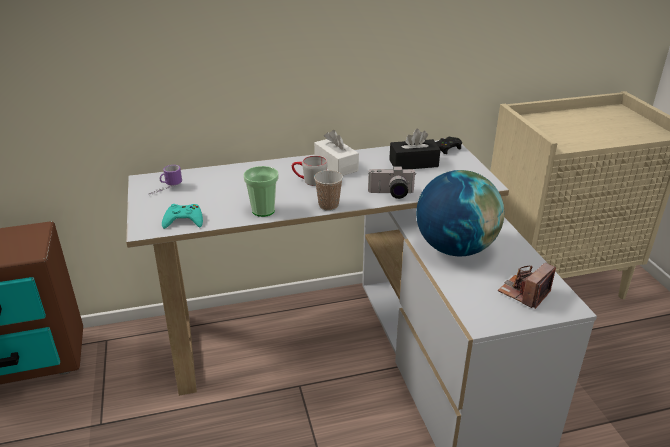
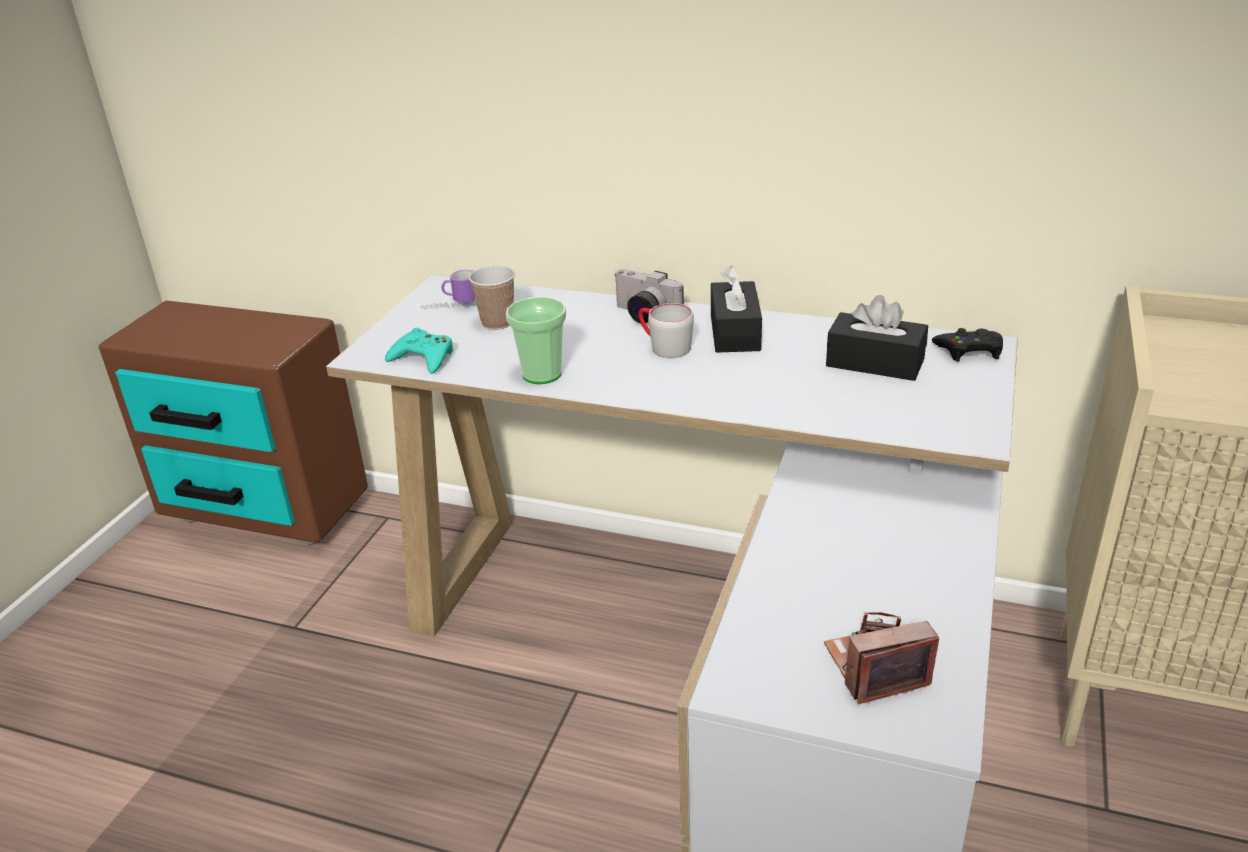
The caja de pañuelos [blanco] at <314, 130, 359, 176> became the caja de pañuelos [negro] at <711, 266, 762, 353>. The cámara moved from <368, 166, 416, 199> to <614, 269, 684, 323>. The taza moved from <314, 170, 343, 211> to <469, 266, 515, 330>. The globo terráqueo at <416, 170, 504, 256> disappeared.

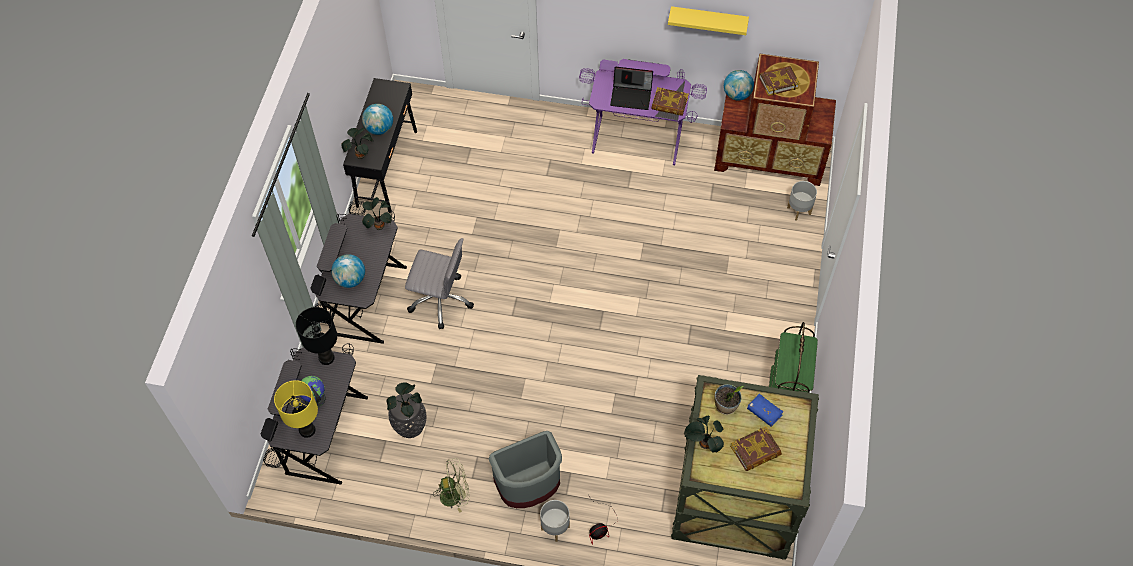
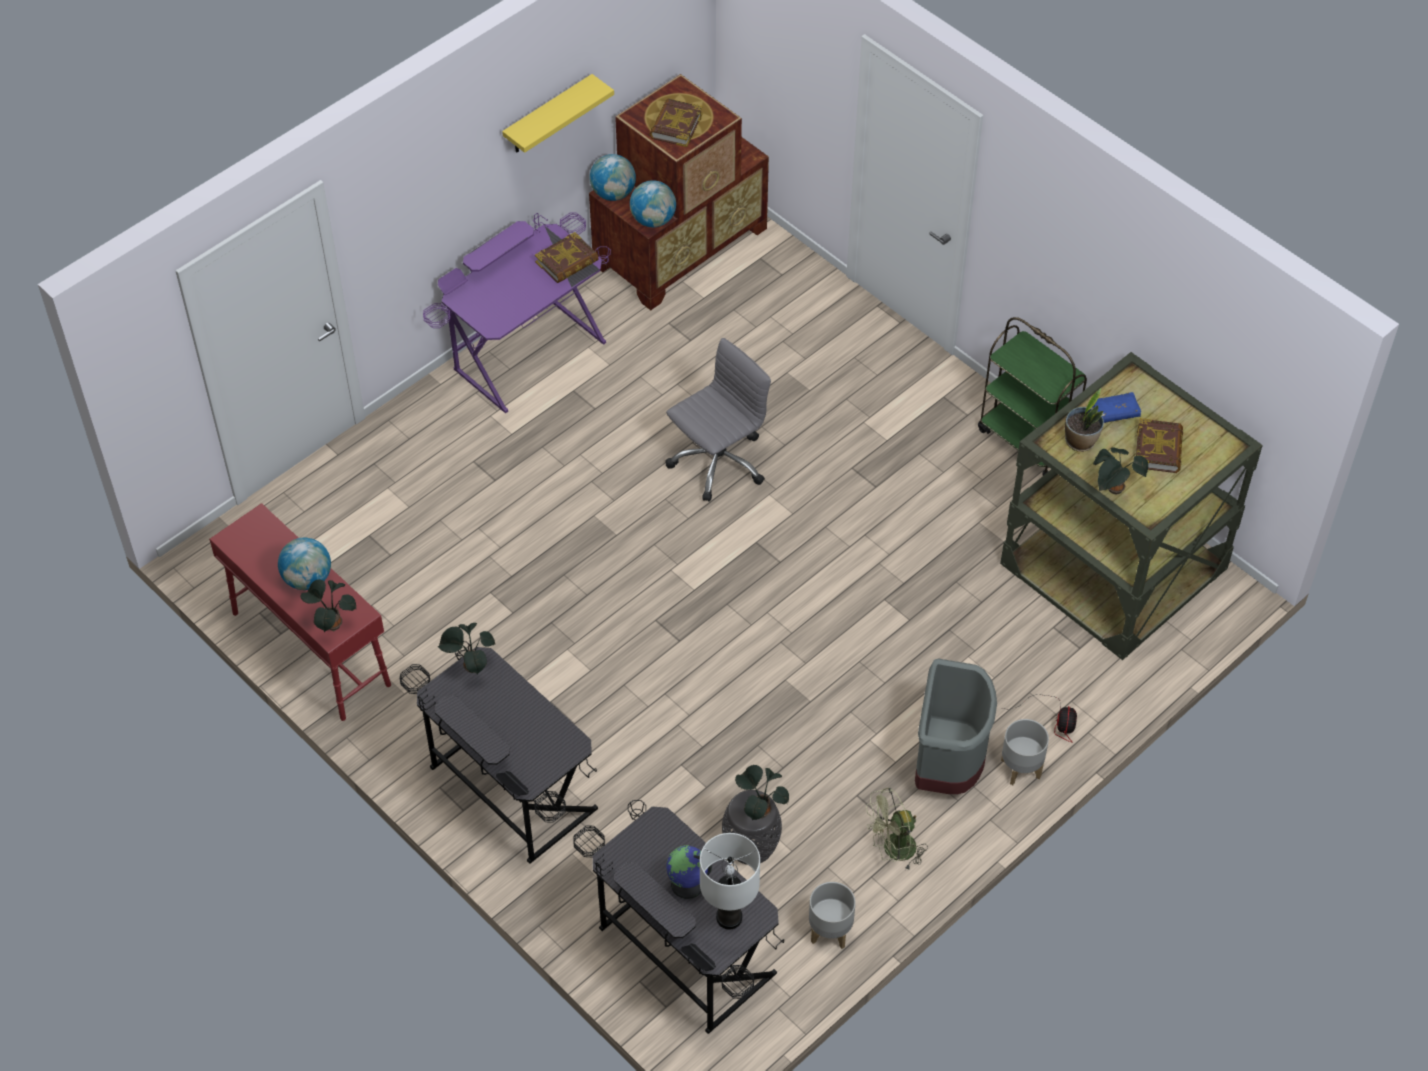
The portátil at <610, 67, 653, 110> disappeared. The mesa consola [negro] at <343, 78, 417, 213> became the mesa consola [rojo] at <209, 503, 391, 721>. The maceta [gris] moved from <787, 181, 817, 221> to <809, 882, 856, 949>. The silla de oficina [gris] moved from <405, 238, 474, 329> to <665, 338, 771, 502>. The globo terráqueo moved from <331, 254, 365, 288> to <630, 180, 676, 227>. The lámpara de mesa [negro] at <296, 307, 337, 365> disappeared. The lámpara de mesa [amarillo] at <274, 380, 318, 438> became the lámpara de mesa [blanco] at <700, 833, 760, 929>. The ventilador [verde] at <433, 458, 469, 513> turned 135 degrees counterclockwise.

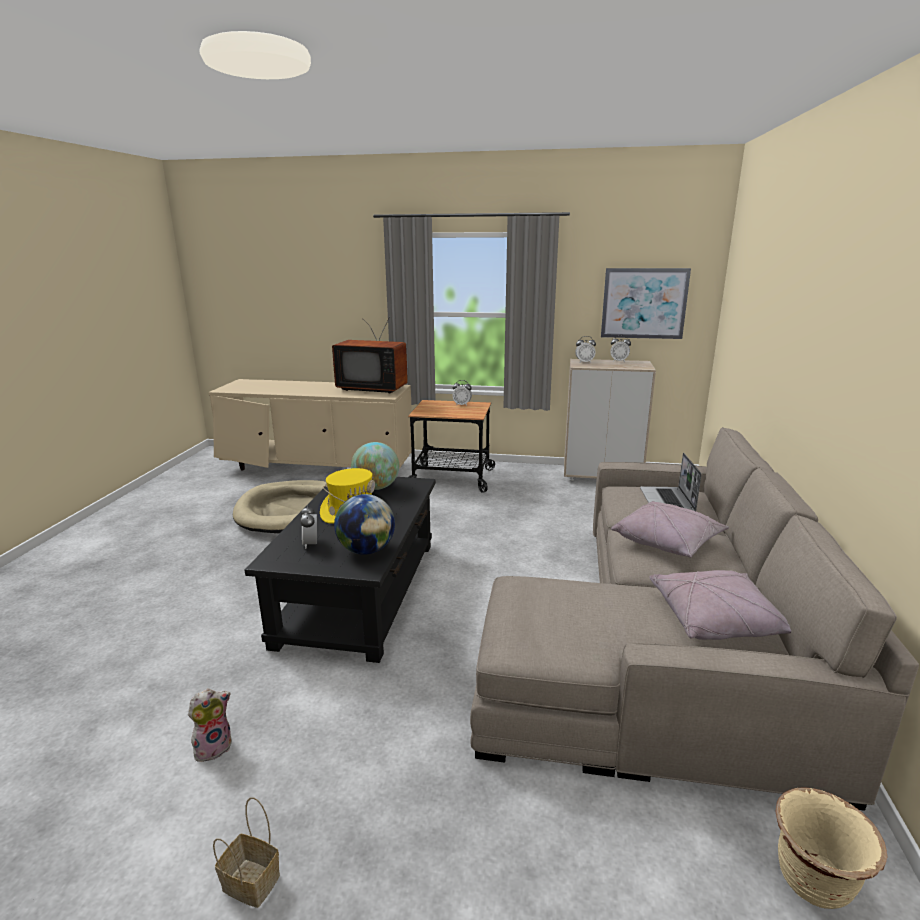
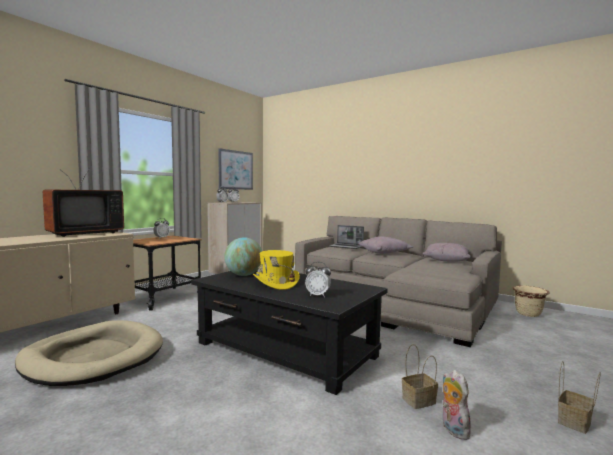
The globo terráqueo at <334, 494, 395, 555> disappeared. The cesta at <402, 344, 438, 409> appeared.

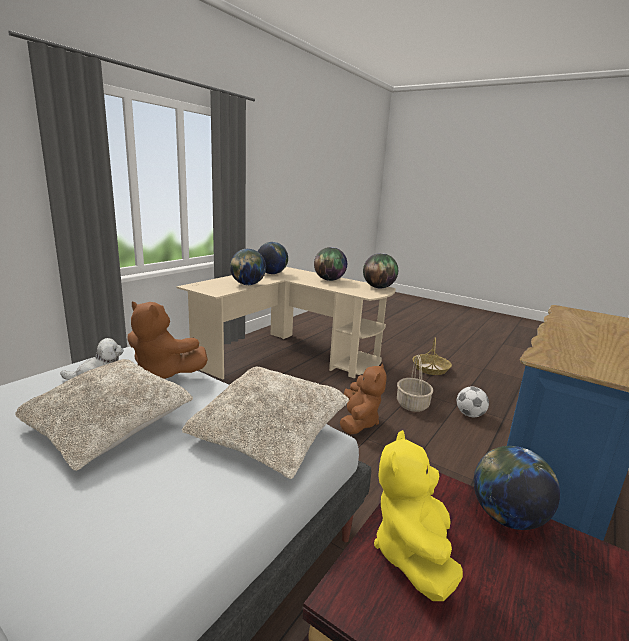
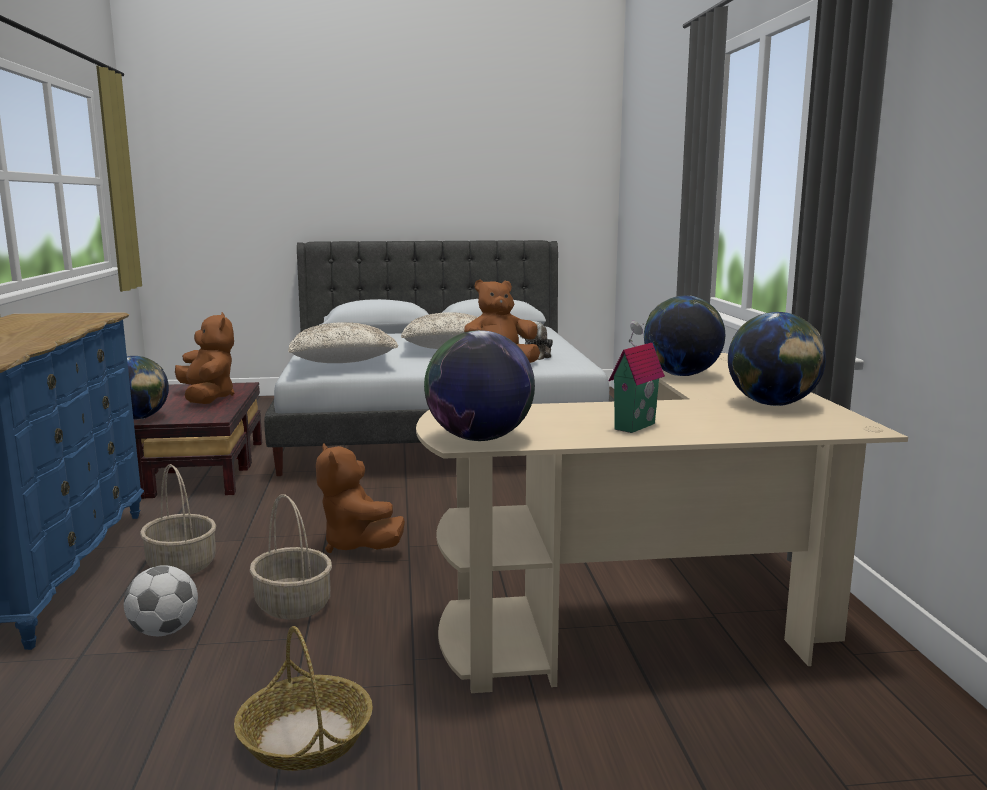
The globo terráqueo at <314, 247, 347, 281> was replaced by the casita at <608, 321, 665, 433>. The peluche [amarillo] at <374, 430, 463, 601> became the peluche [marrón] at <175, 312, 234, 404>. The cesta at <140, 464, 216, 575> appeared.

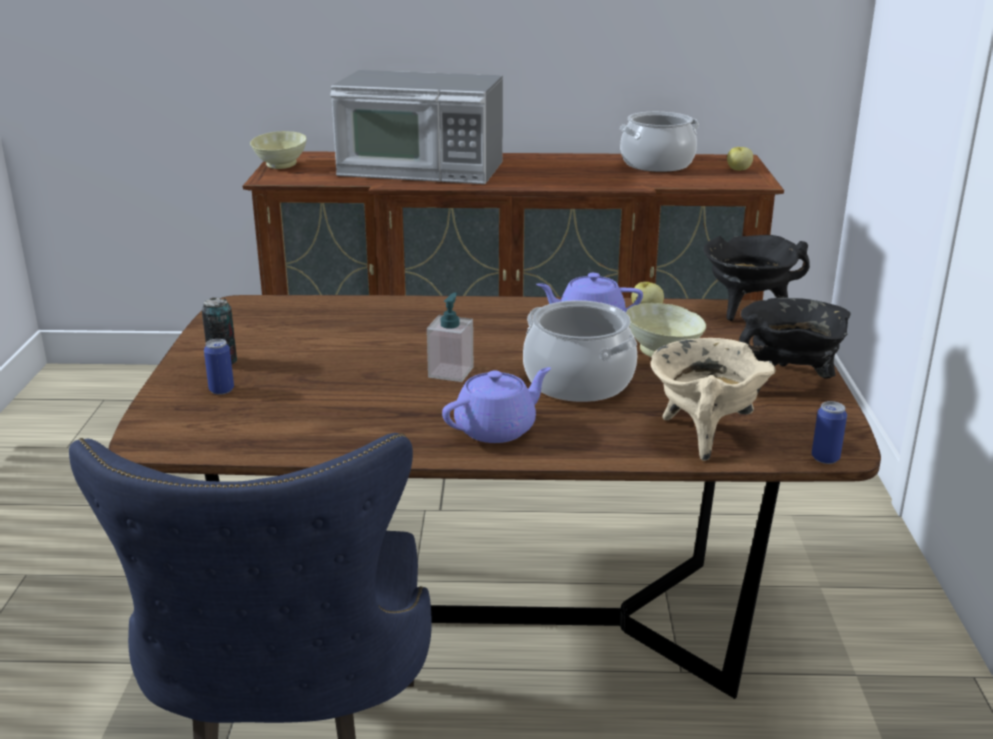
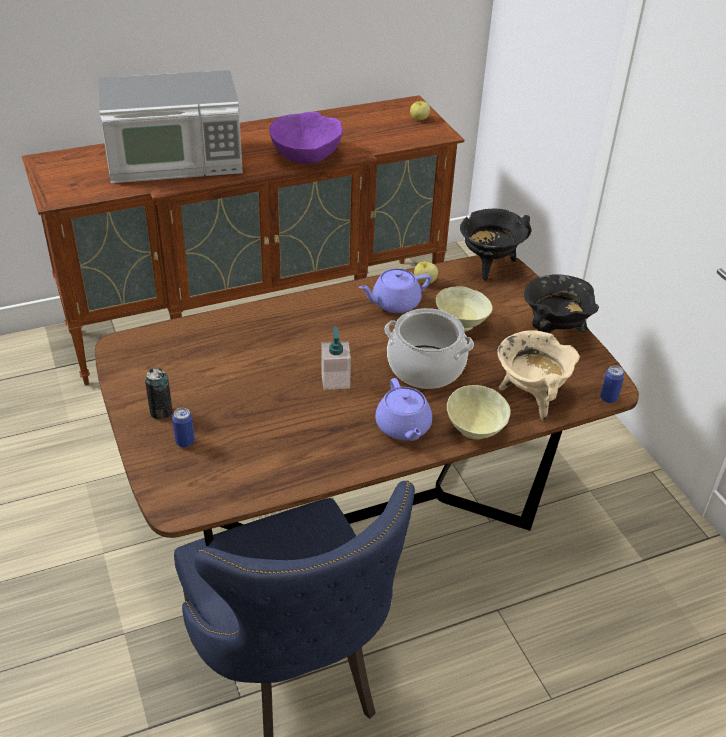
The olla at <620, 112, 699, 172> disappeared. The cuenco [beis] moved from <250, 131, 307, 169> to <447, 385, 511, 440>. The tetera [morado] at <442, 367, 551, 443> turned 135 degrees clockwise. The cuenco [morado] at <270, 112, 343, 163> appeared.

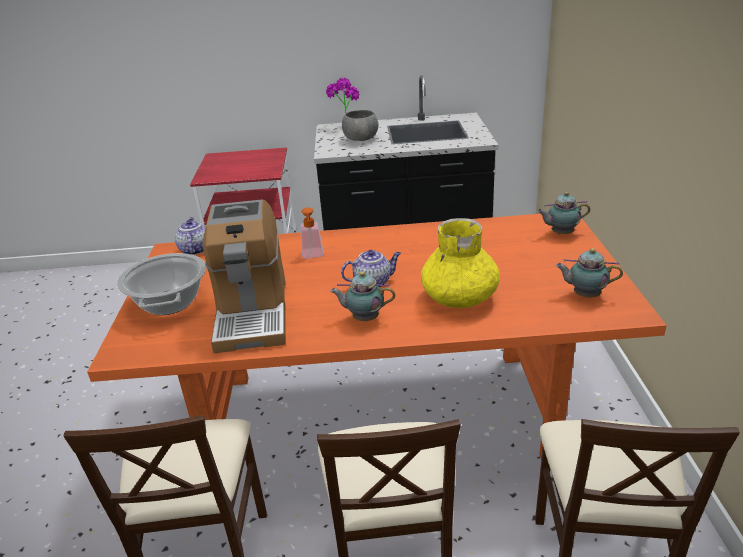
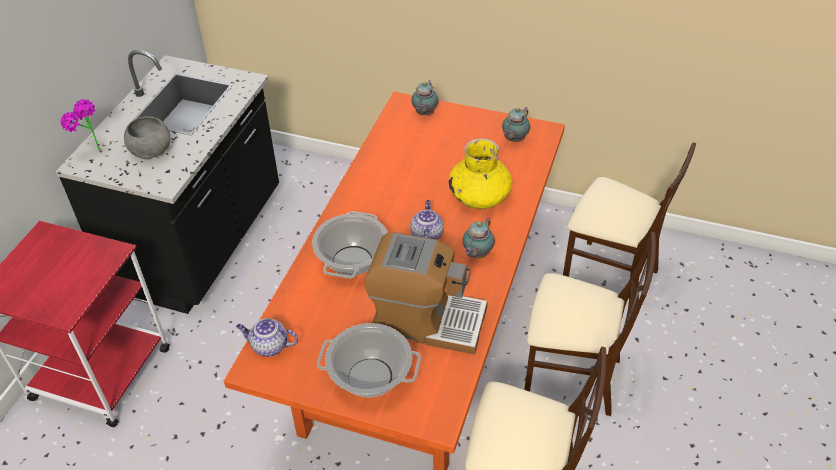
The dispensador de jabón at <300, 208, 324, 259> was replaced by the olla at <312, 211, 388, 278>.

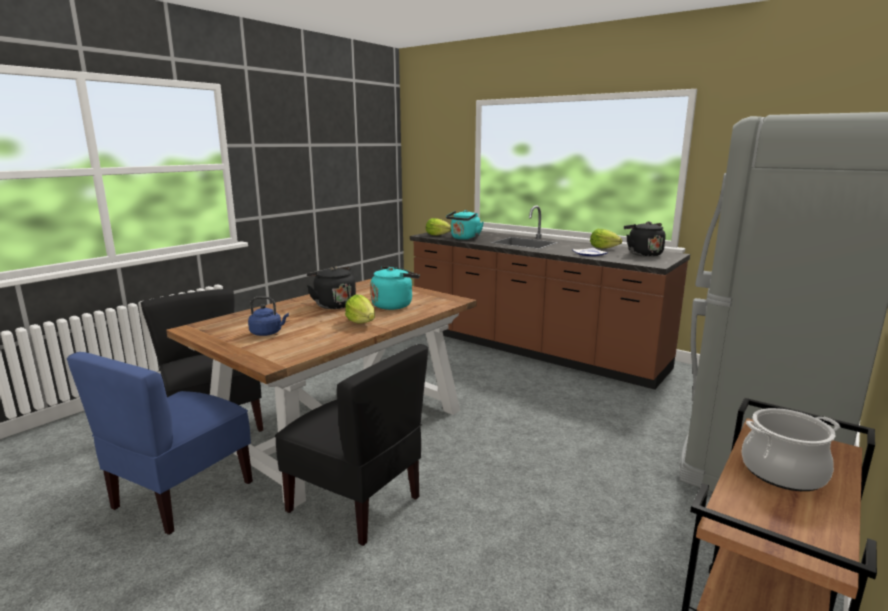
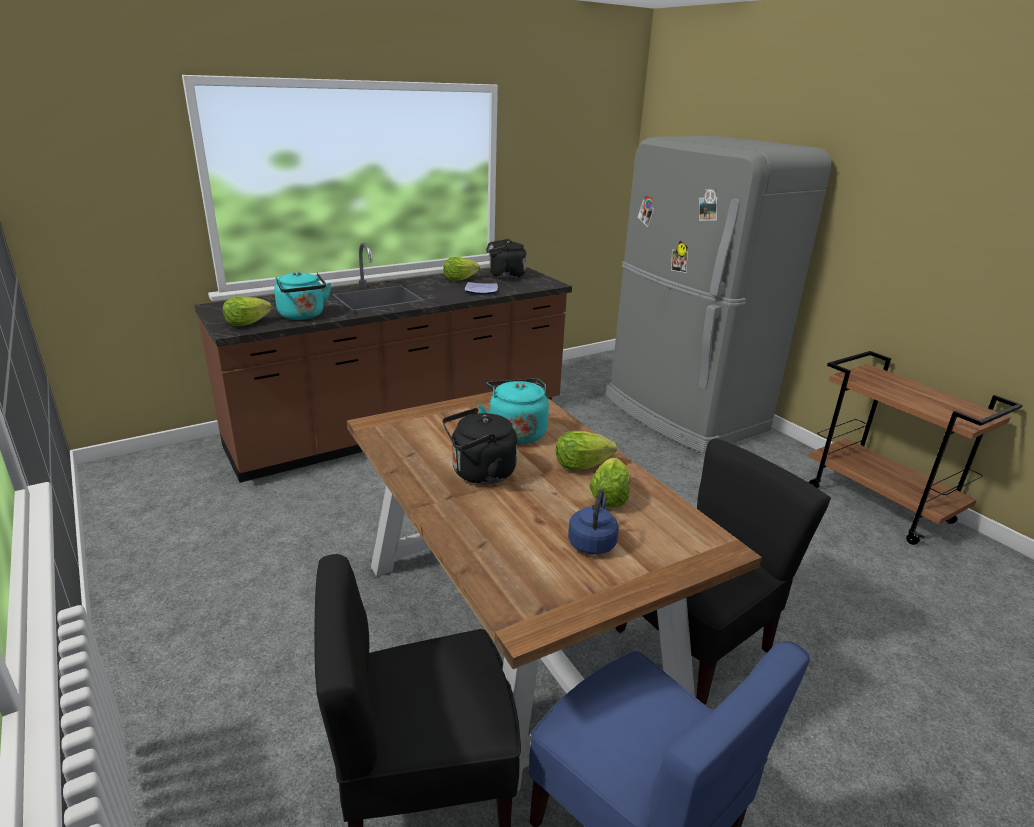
The olla at <741, 408, 841, 491> disappeared. The lechuga at <589, 458, 630, 507> appeared.

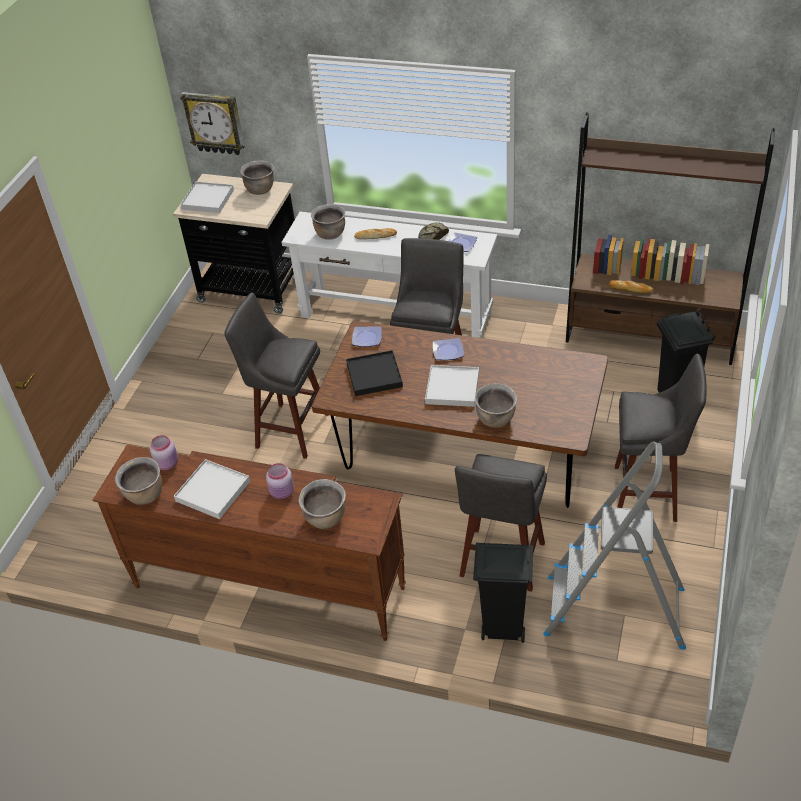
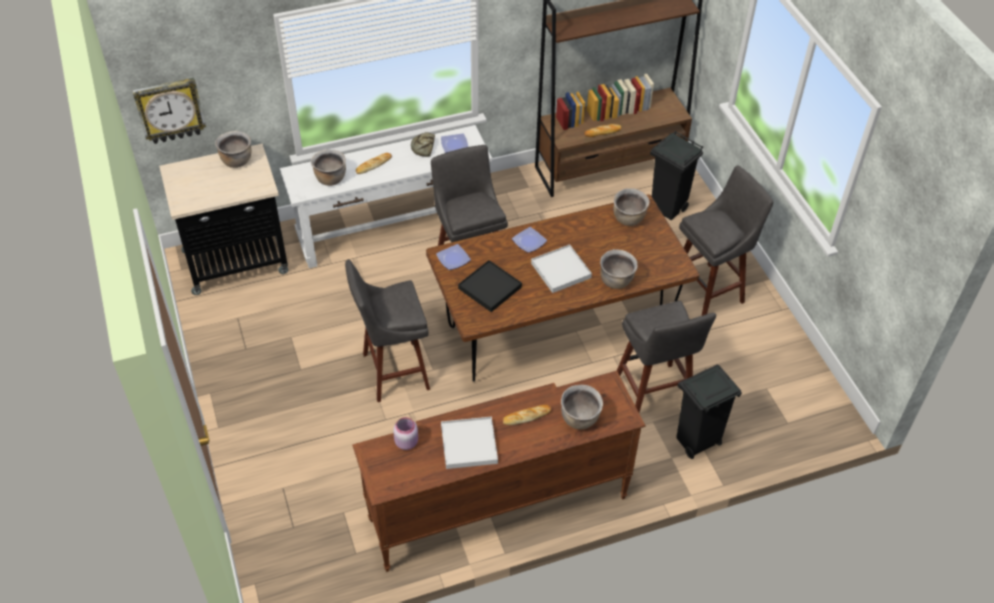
The bandeja [blanco] at <180, 182, 234, 213> disappeared. The escalera de tijera [gris] at <543, 441, 686, 649> disappeared. The olla [marrón] moved from <115, 457, 162, 505> to <613, 188, 649, 226>. The tarro [rosa] at <266, 463, 294, 499> was replaced by the pan at <503, 405, 552, 425>.

